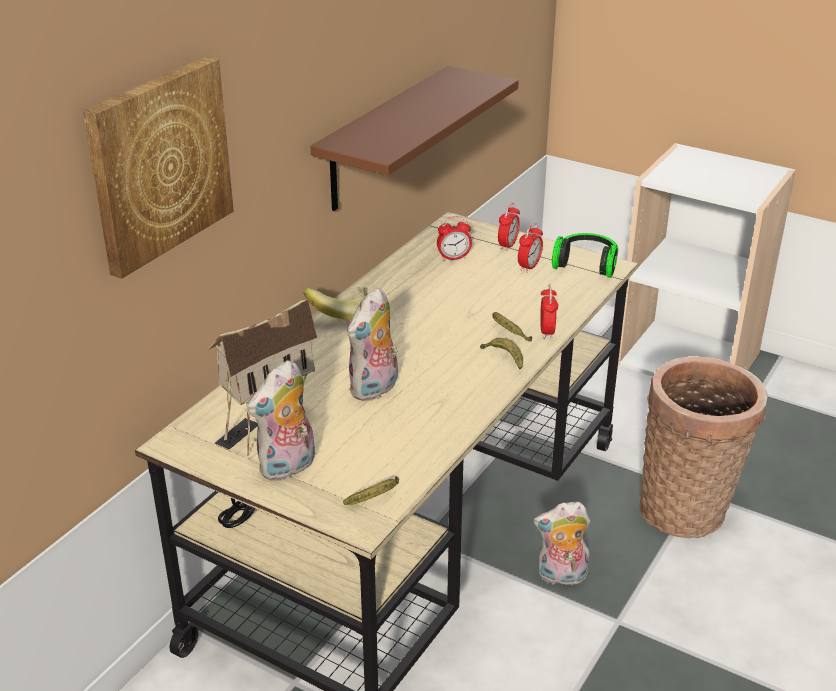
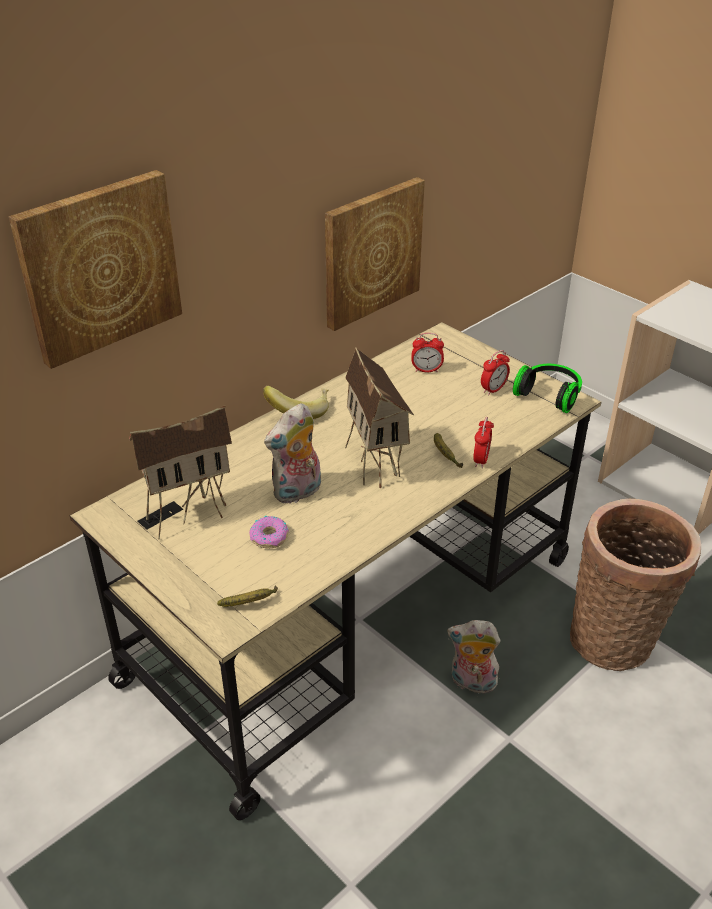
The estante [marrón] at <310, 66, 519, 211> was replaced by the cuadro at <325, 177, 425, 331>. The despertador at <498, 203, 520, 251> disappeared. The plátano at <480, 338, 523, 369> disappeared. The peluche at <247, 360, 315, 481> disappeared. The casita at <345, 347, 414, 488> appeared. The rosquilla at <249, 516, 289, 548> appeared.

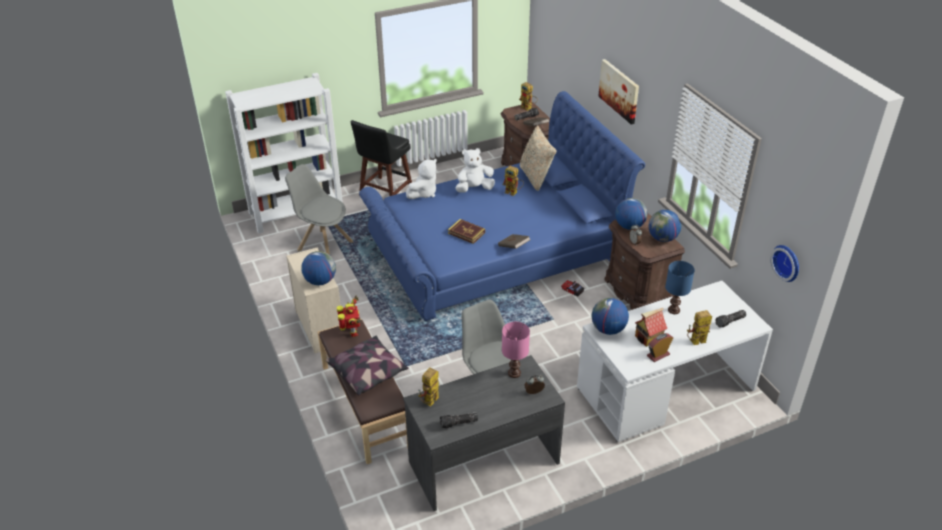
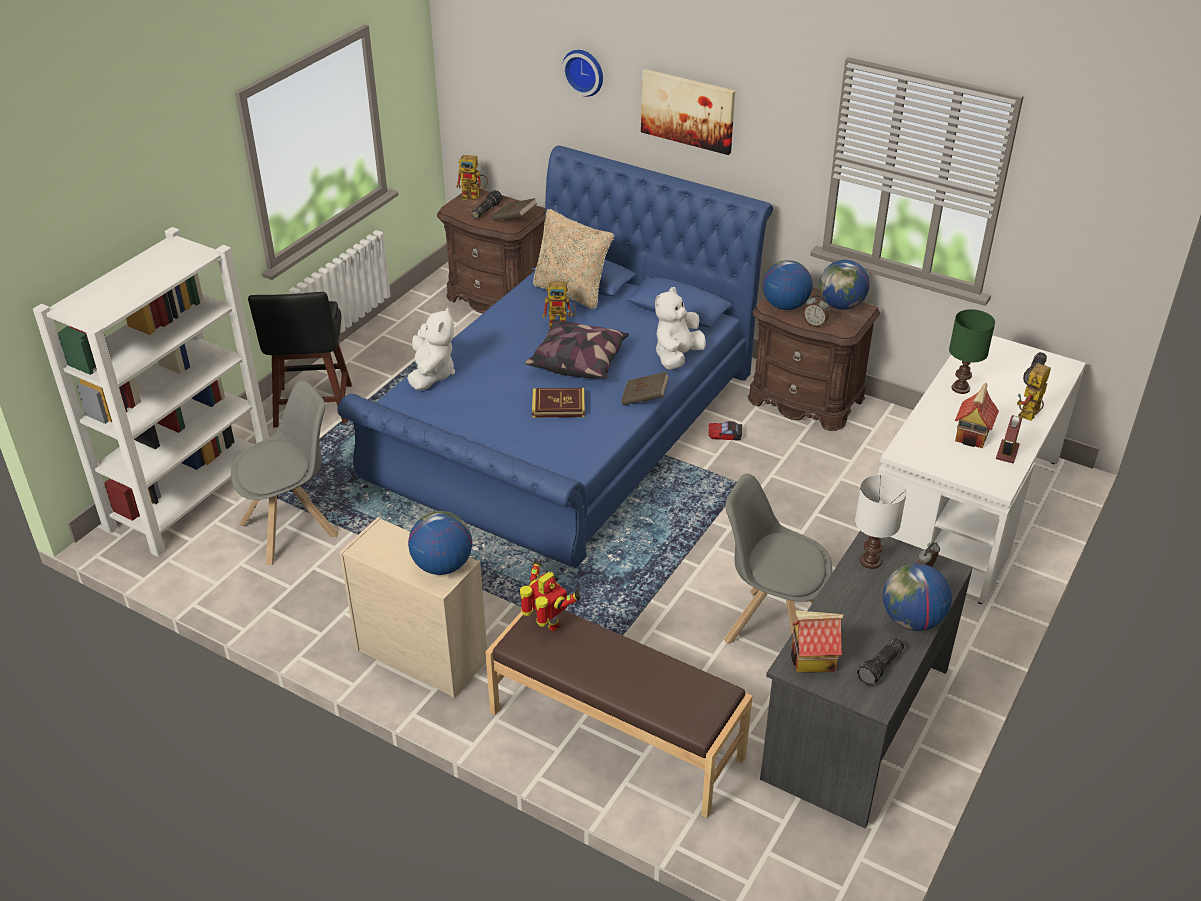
The peluche [blanco] moved from <455, 148, 495, 193> to <655, 287, 706, 370>. The silla [gris] at <285, 164, 353, 255> turned 150 degrees clockwise. The reloj de pared moved from <771, 245, 799, 282> to <562, 50, 603, 97>. The lámpara de mesa [azul] at <665, 261, 695, 314> became the lámpara de mesa [verde] at <949, 309, 995, 394>. The globo terráqueo moved from <592, 298, 629, 335> to <883, 563, 952, 631>. The lámpara de mesa [rosa] at <502, 322, 530, 378> became the lámpara de mesa [blanco] at <855, 474, 907, 569>. The cojín moved from <326, 335, 409, 396> to <525, 320, 629, 378>. The robot de juguete at <418, 368, 439, 406> was replaced by the casita at <791, 610, 844, 673>.

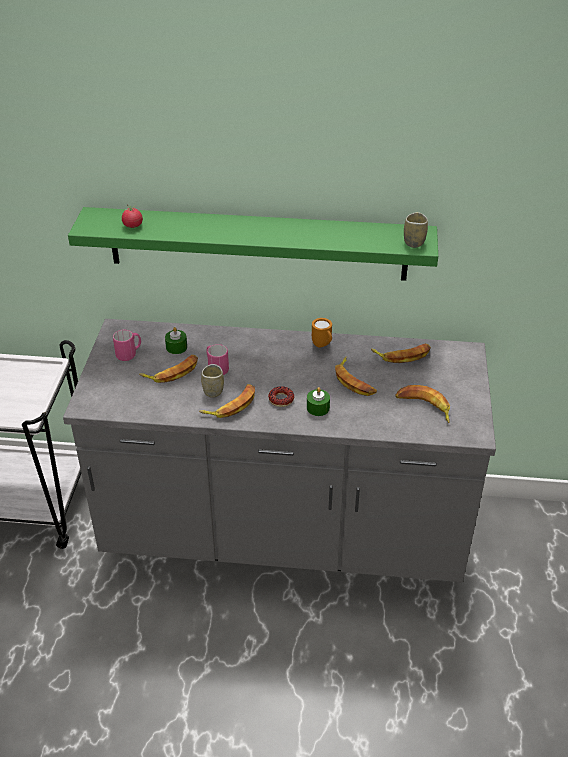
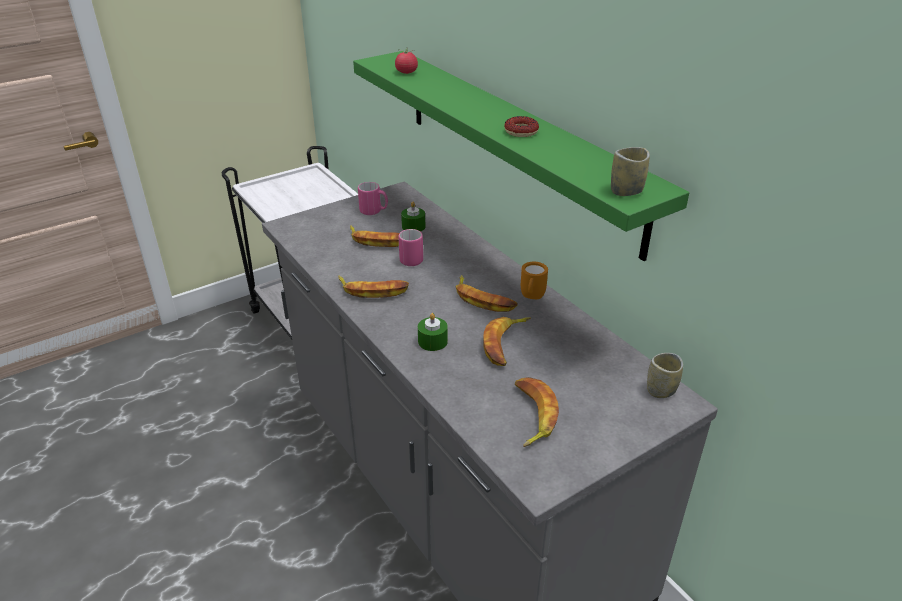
The plátano moved from <371, 344, 431, 363> to <456, 275, 518, 312>. The taza moved from <201, 364, 224, 398> to <647, 353, 683, 398>. The rosquilla moved from <268, 386, 294, 407> to <504, 116, 539, 137>.

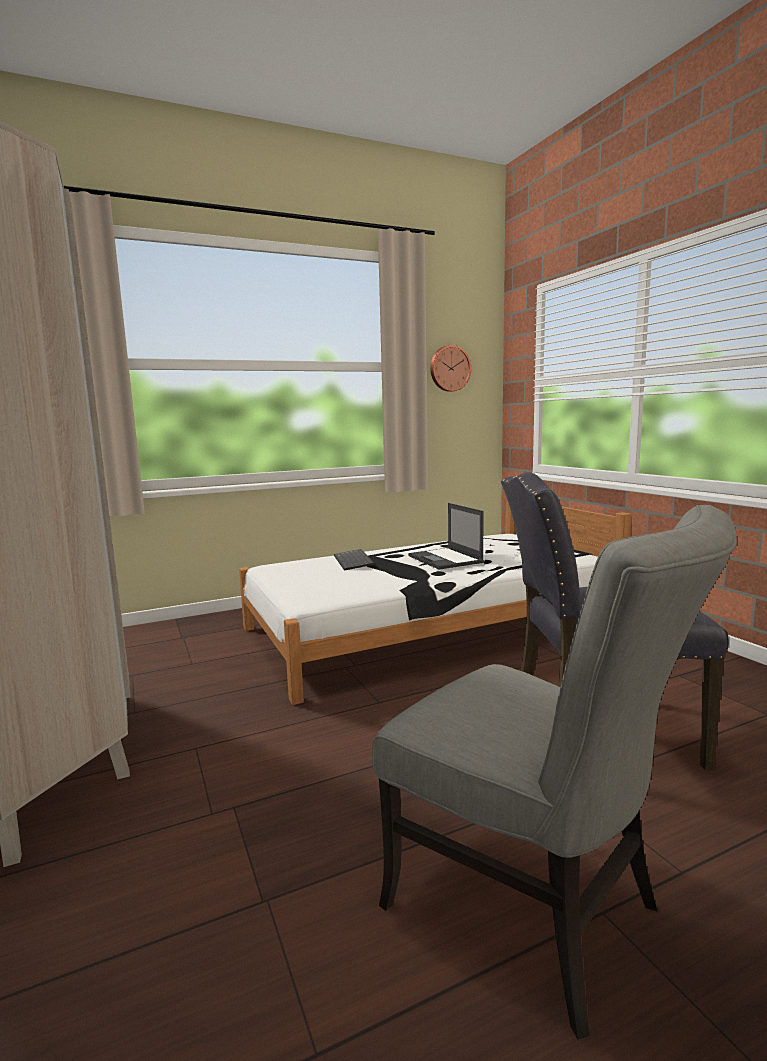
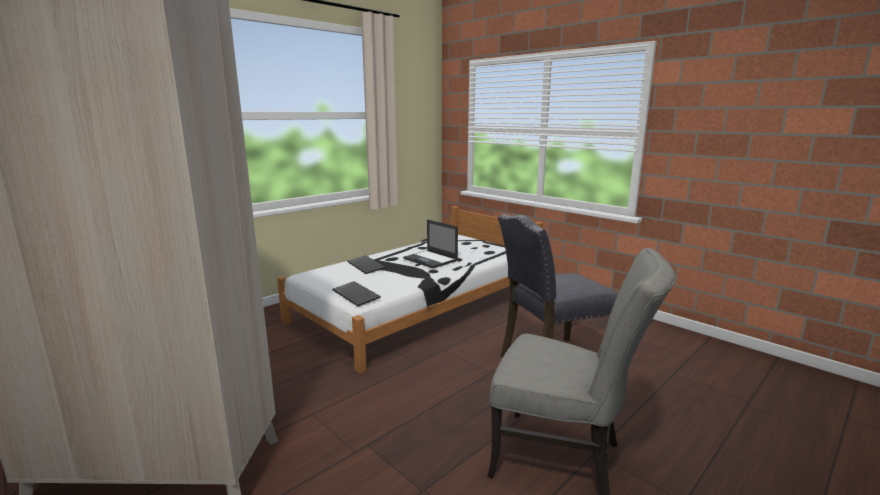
The reloj de pared at <430, 345, 471, 392> disappeared. The teclado at <332, 281, 381, 306> appeared.

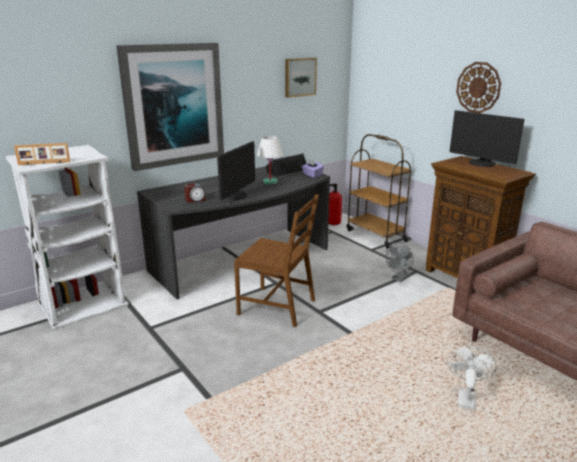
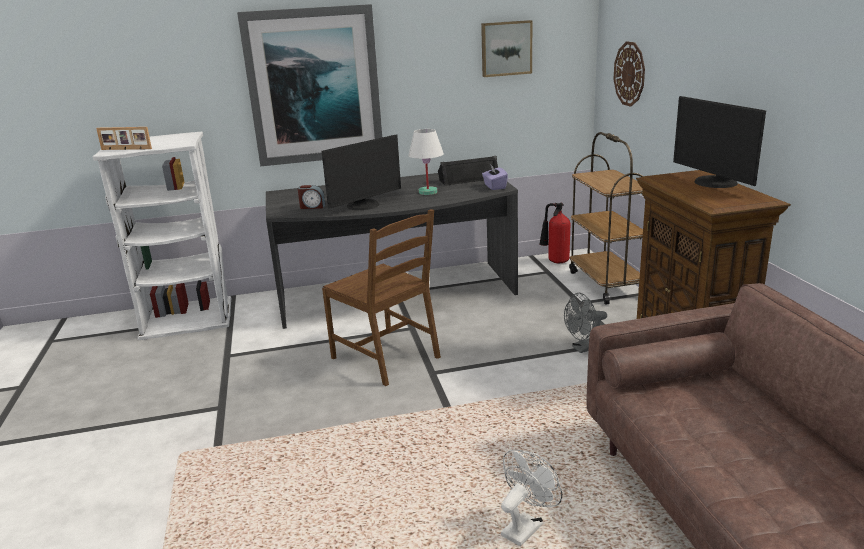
The reloj de pared moved from <456, 62, 501, 113> to <613, 41, 645, 107>.

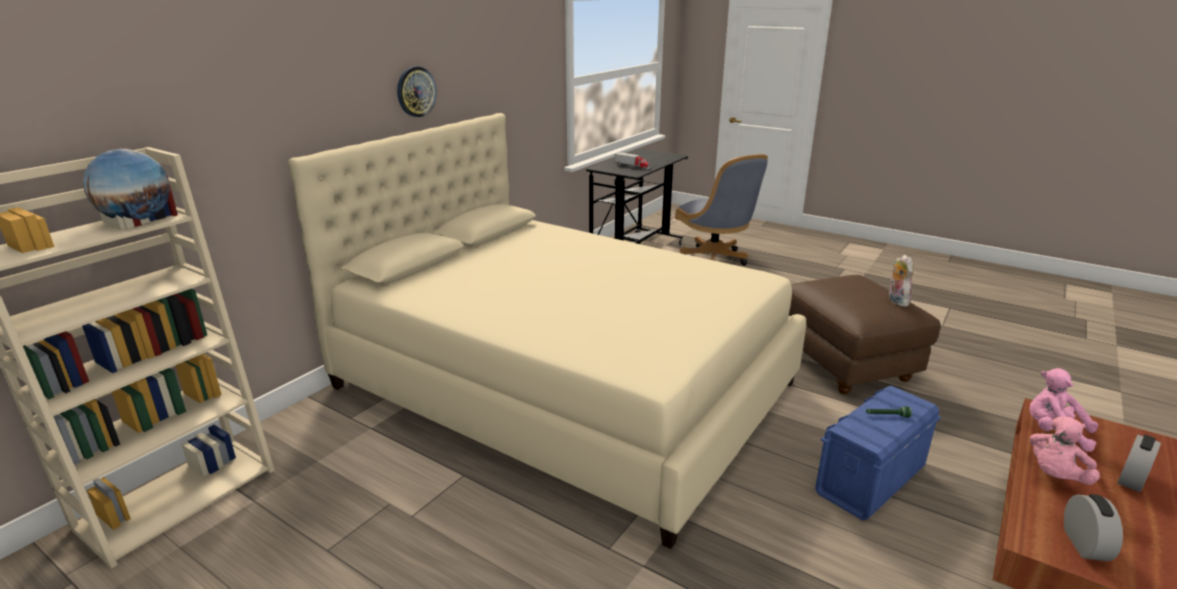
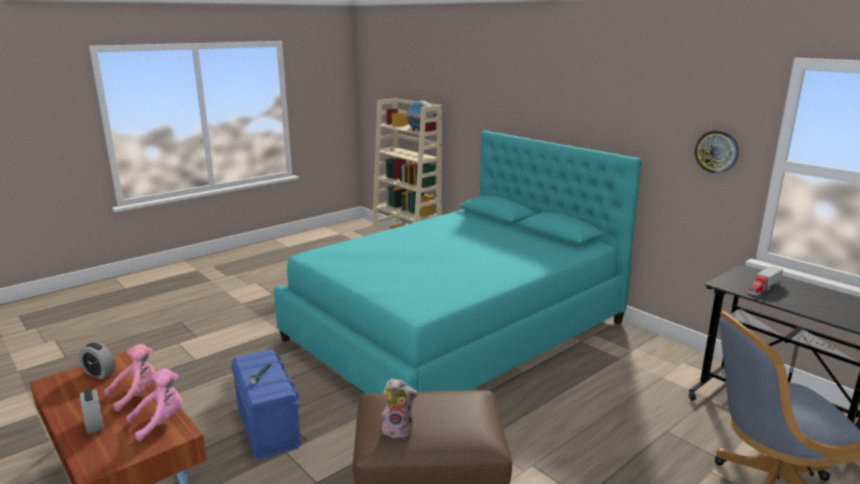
The reloj de pared moved from <397, 66, 437, 117> to <695, 130, 739, 173>. The cama [beis] at <288, 113, 806, 549> became the cama [turquesa] at <274, 131, 642, 394>. The peluche [rosa] at <1030, 416, 1100, 485> turned 75 degrees clockwise.

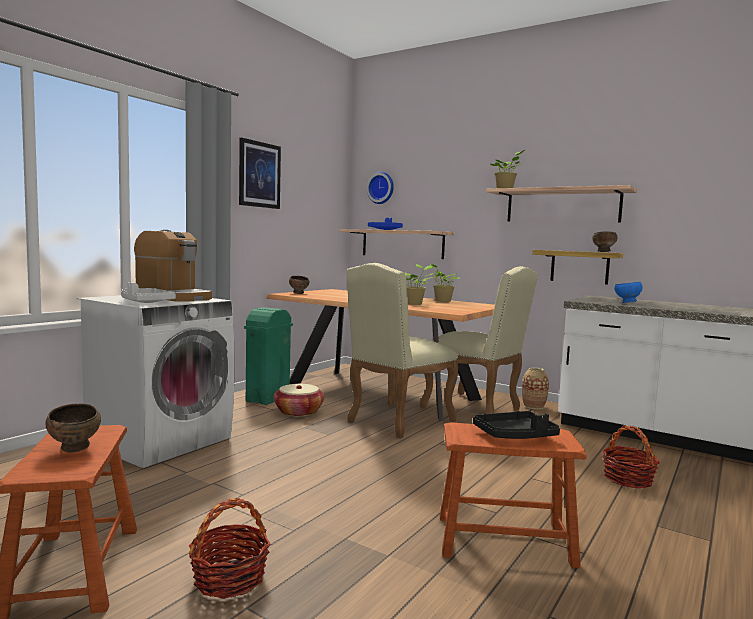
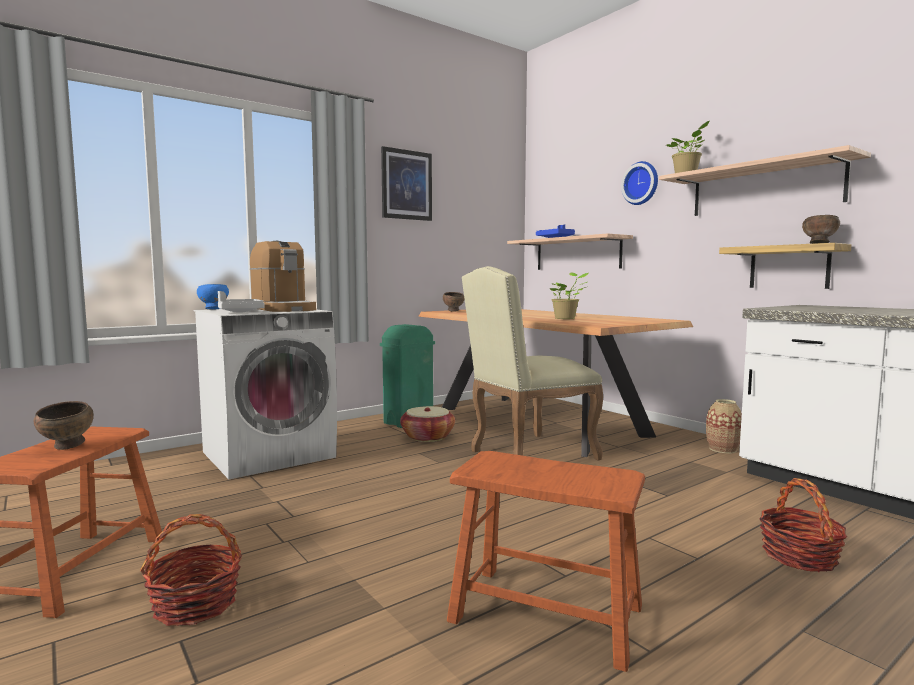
The reloj de pared moved from <366, 172, 394, 204> to <621, 161, 658, 205>. The planta en maceta at <431, 264, 459, 302> disappeared. The silla [beis] at <420, 266, 538, 414> disappeared. The cuenco [azul] moved from <614, 282, 642, 303> to <197, 284, 229, 310>. The bandeja [negro] at <473, 411, 560, 439> disappeared.

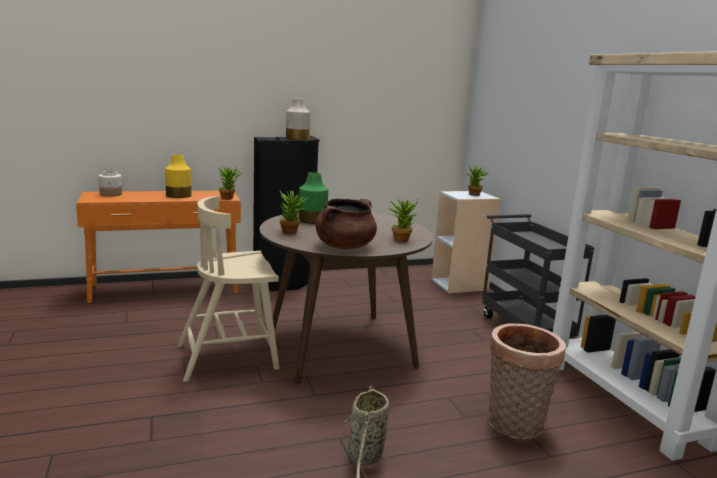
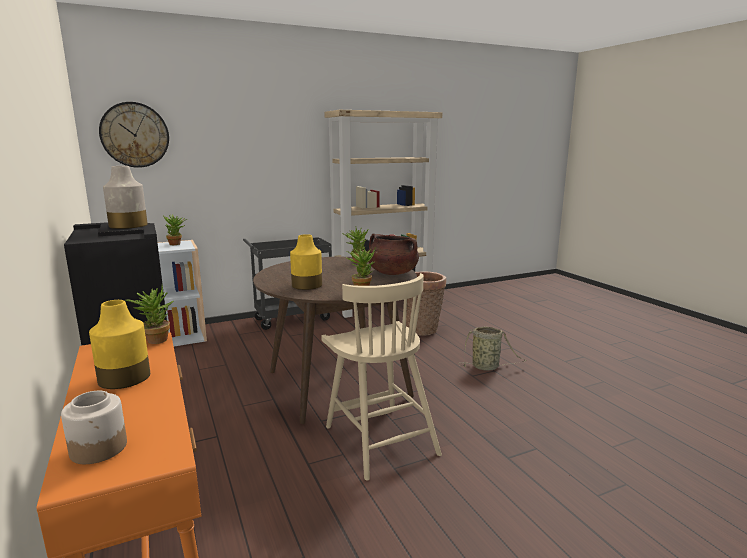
The florero [verde] at <298, 172, 328, 224> became the florero [amarillo] at <290, 234, 322, 290>. The reloj de pared at <99, 102, 169, 168> appeared.

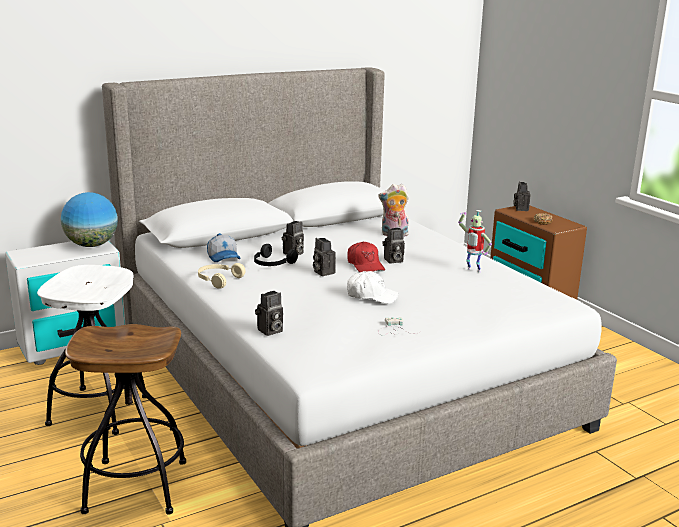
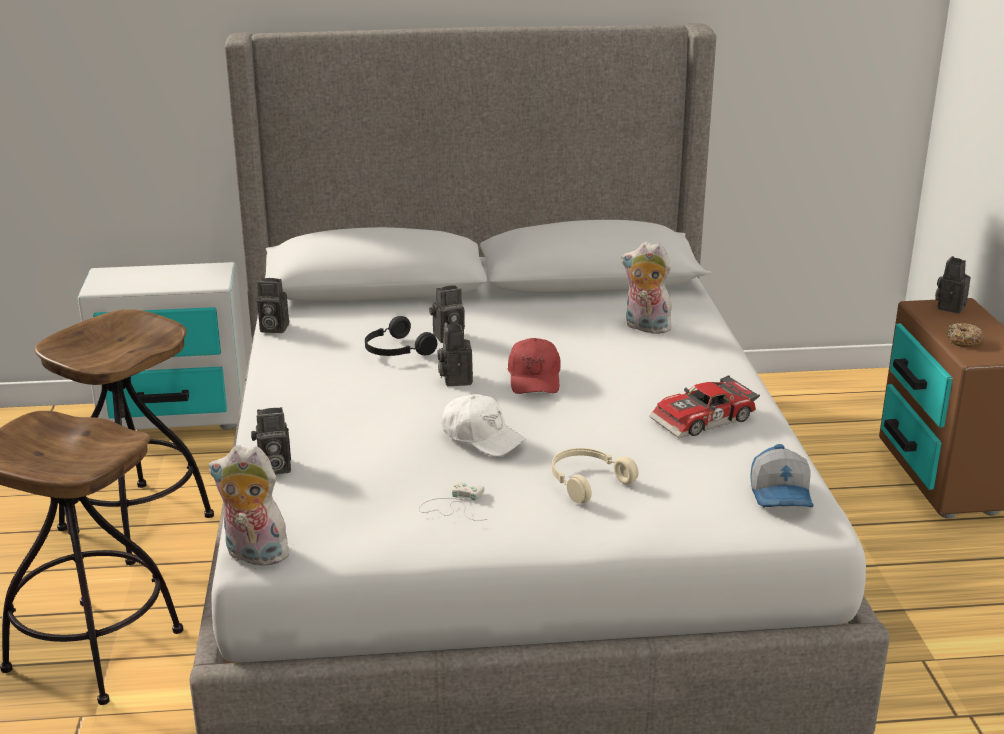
The globo terráqueo at <61, 192, 118, 247> disappeared. The robot de juguete at <458, 210, 492, 273> was replaced by the coche de juguete at <649, 375, 760, 438>. The cámara moved from <382, 228, 405, 263> to <257, 278, 289, 333>. The gorra moved from <207, 233, 240, 262> to <750, 444, 814, 508>. The auriculares [beis] moved from <198, 263, 246, 289> to <552, 448, 639, 504>. The taburete [blanco] at <37, 265, 146, 435> became the taburete [marrón] at <34, 309, 214, 565>. The peluche at <208, 445, 294, 569> appeared.

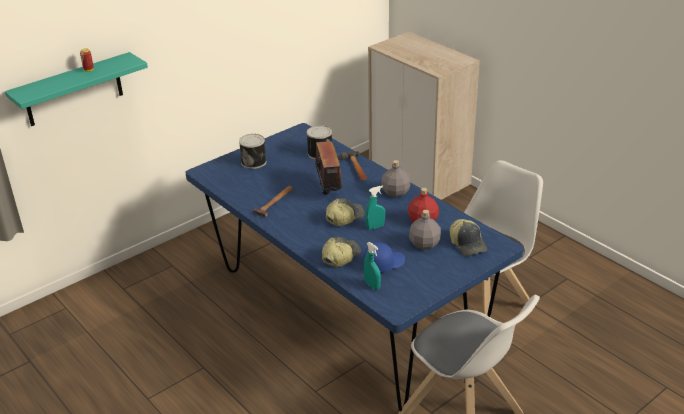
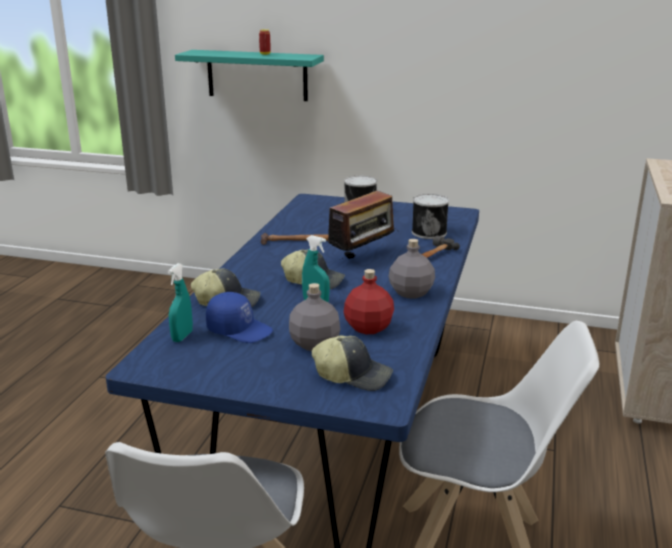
The gorra at <450, 219, 487, 256> turned 105 degrees counterclockwise.

